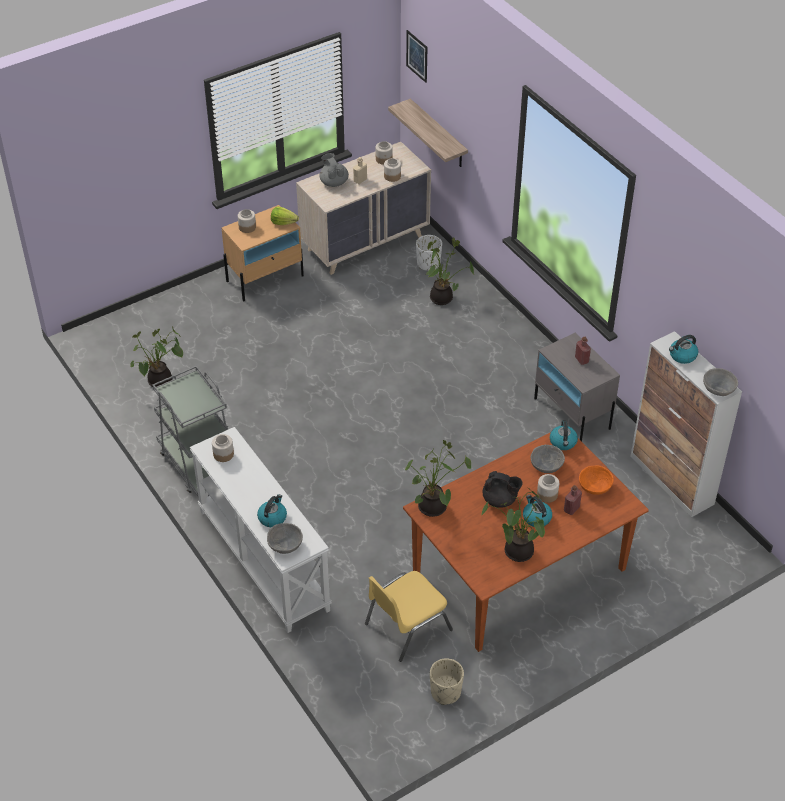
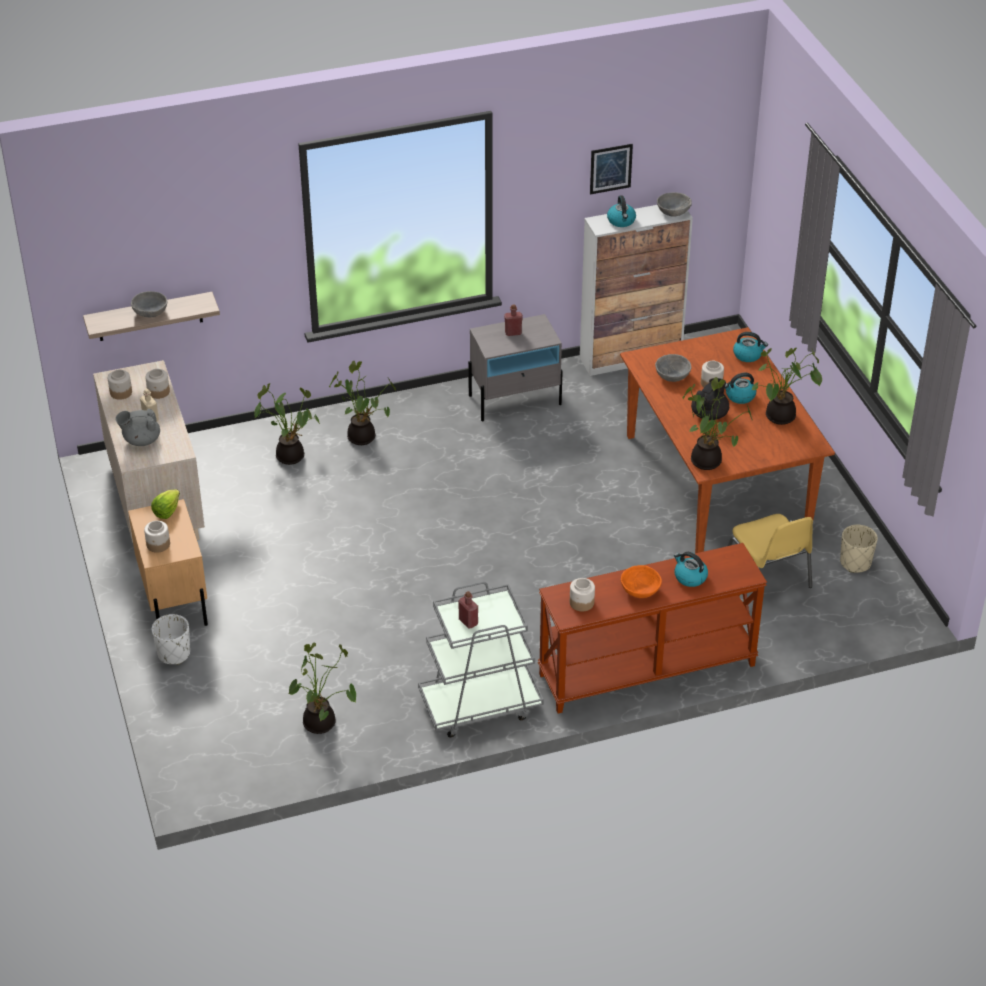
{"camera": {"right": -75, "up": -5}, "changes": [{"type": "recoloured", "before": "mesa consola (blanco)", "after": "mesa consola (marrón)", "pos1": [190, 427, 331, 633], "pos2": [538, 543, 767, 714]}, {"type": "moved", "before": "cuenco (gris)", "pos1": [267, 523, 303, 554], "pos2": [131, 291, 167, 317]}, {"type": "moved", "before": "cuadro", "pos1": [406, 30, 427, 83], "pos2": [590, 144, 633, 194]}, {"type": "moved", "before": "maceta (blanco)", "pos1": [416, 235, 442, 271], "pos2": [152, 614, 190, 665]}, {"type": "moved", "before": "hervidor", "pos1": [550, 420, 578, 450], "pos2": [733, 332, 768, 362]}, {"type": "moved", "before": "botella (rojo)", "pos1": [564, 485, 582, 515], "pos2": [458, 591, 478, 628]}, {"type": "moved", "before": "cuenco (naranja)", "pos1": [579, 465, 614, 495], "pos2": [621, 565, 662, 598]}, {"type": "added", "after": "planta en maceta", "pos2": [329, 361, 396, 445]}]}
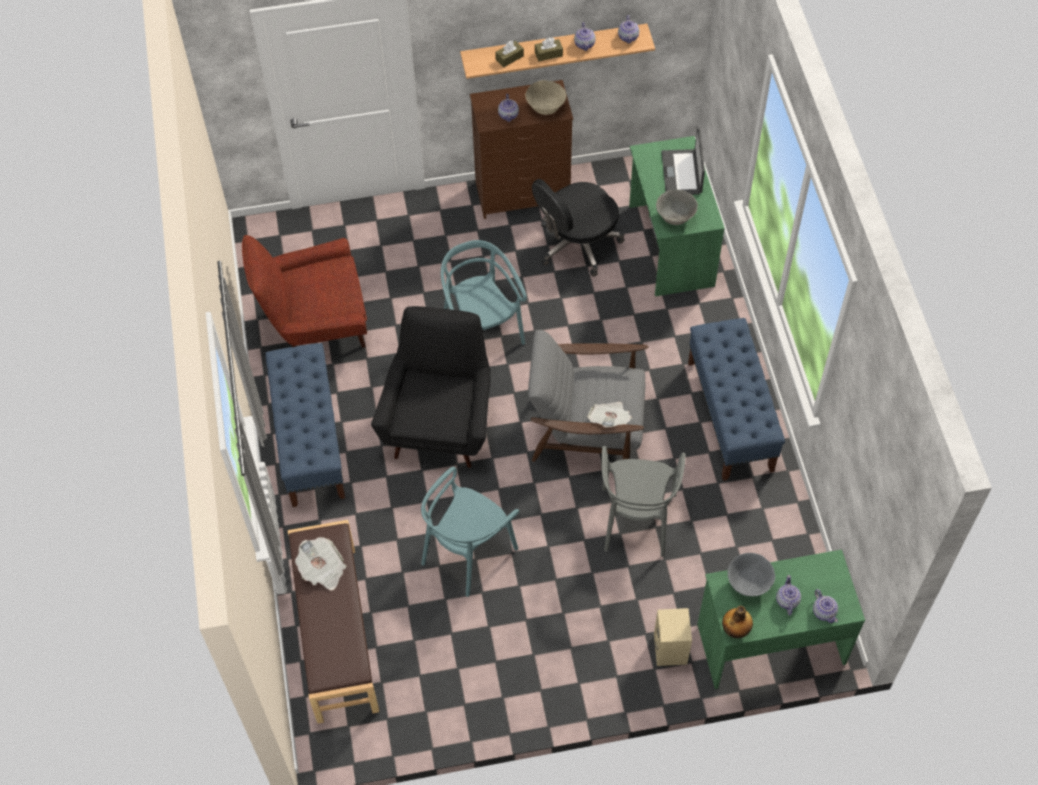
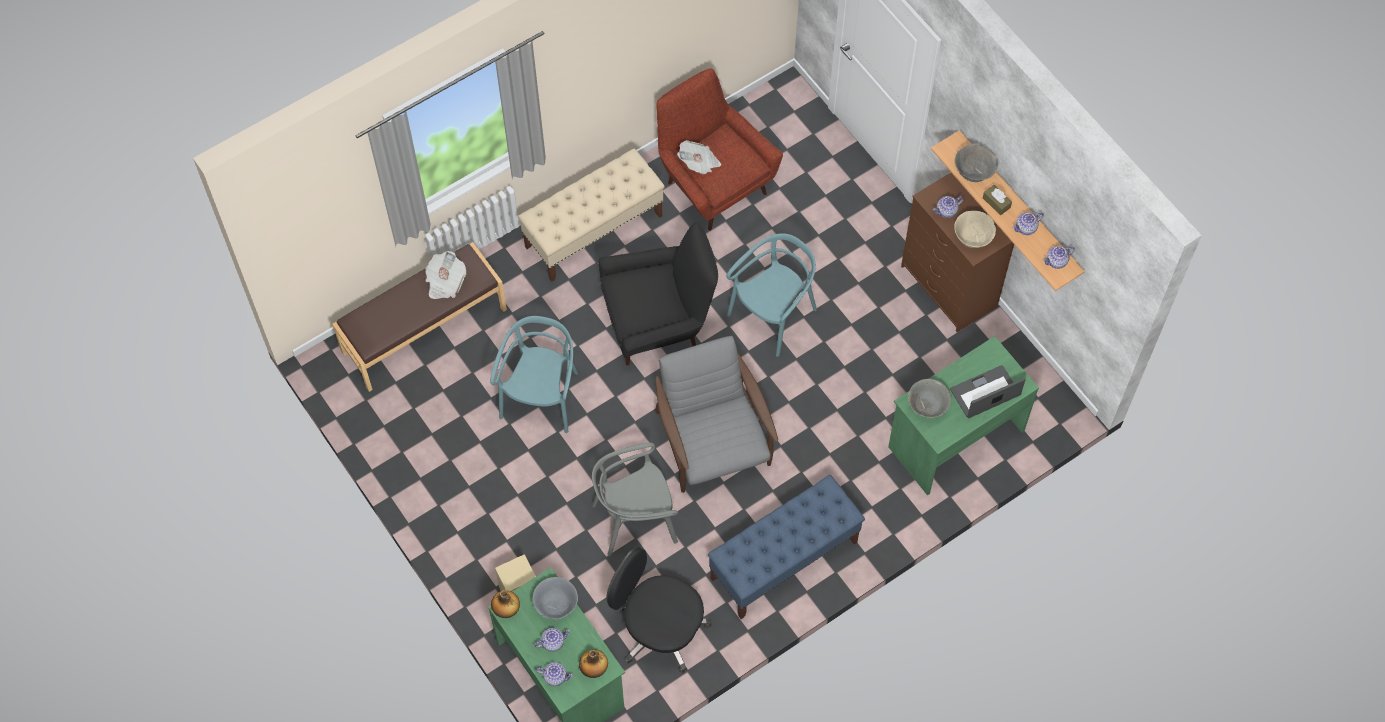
{"camera": {"right": 65, "up": 5}, "changes": [{"type": "recoloured", "before": "banco (azul)", "after": "banco (beis)", "pos1": [266, 343, 345, 507], "pos2": [518, 149, 665, 282]}, {"type": "turned", "before": "silla (turquesa)", "pos1": [421, 467, 519, 597], "pos2": [490, 316, 578, 433], "turn": 90}, {"type": "replaced", "before": "caja de pañuelos (marrón)", "after": "cuenco (gris)", "pos1": [495, 40, 524, 67], "pos2": [955, 144, 998, 182]}, {"type": "moved", "before": "silla de oficina (negro)", "pos1": [532, 179, 624, 277], "pos2": [606, 547, 712, 673]}, {"type": "moved", "before": "periódico", "pos1": [587, 402, 632, 427], "pos2": [677, 140, 721, 175]}, {"type": "turned", "before": "tetera", "pos1": [813, 589, 838, 623], "pos2": [536, 662, 573, 686], "turn": -120}, {"type": "added", "after": "botella", "pos2": [579, 649, 608, 678]}]}
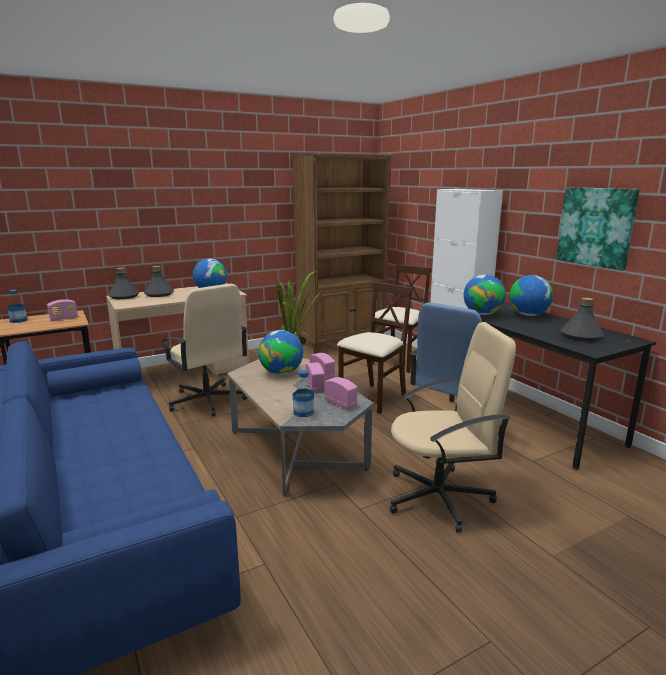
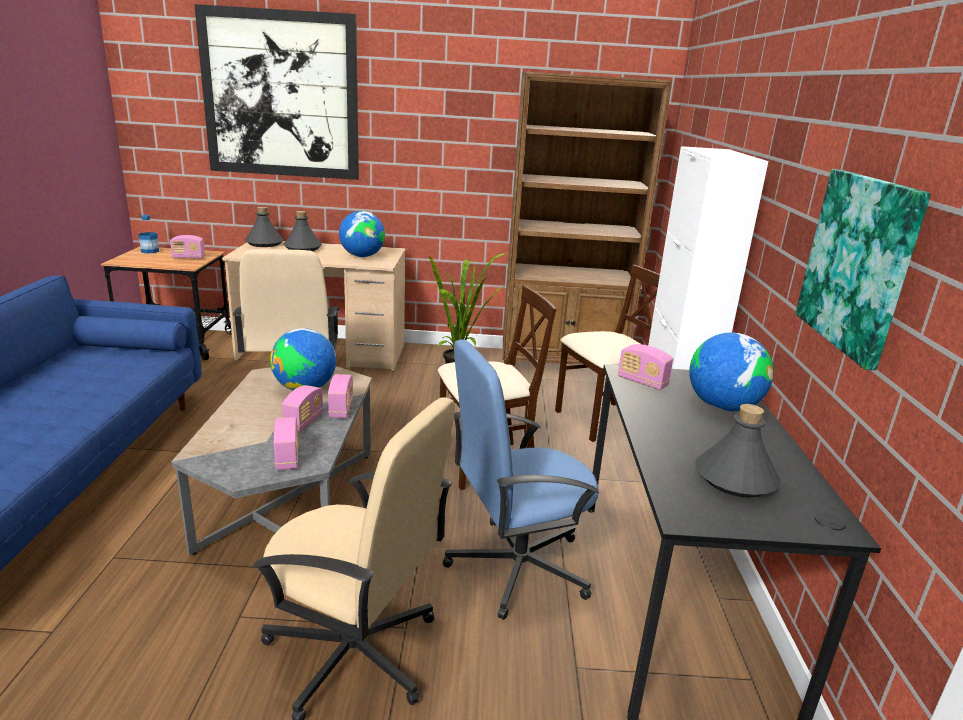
{"camera": {"right": 30, "up": 5}, "changes": [{"type": "removed", "before": "botella", "pos1": [293, 370, 314, 417]}, {"type": "replaced", "before": "globo terráqueo", "after": "radio", "pos1": [463, 275, 506, 315], "pos2": [618, 344, 673, 390]}, {"type": "added", "after": "cuadro", "pos2": [194, 4, 359, 180]}]}
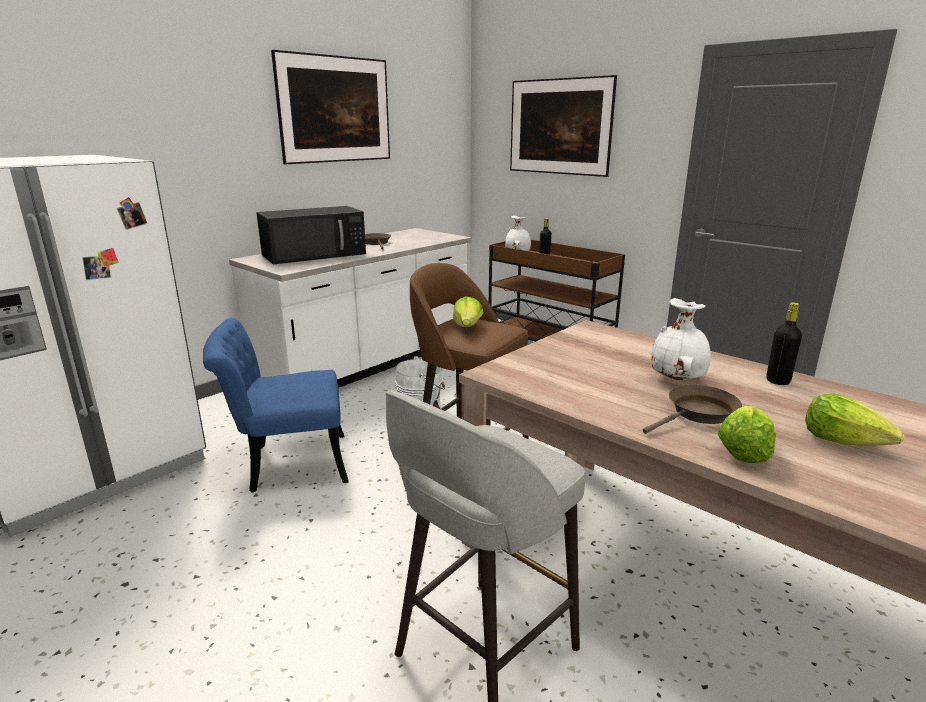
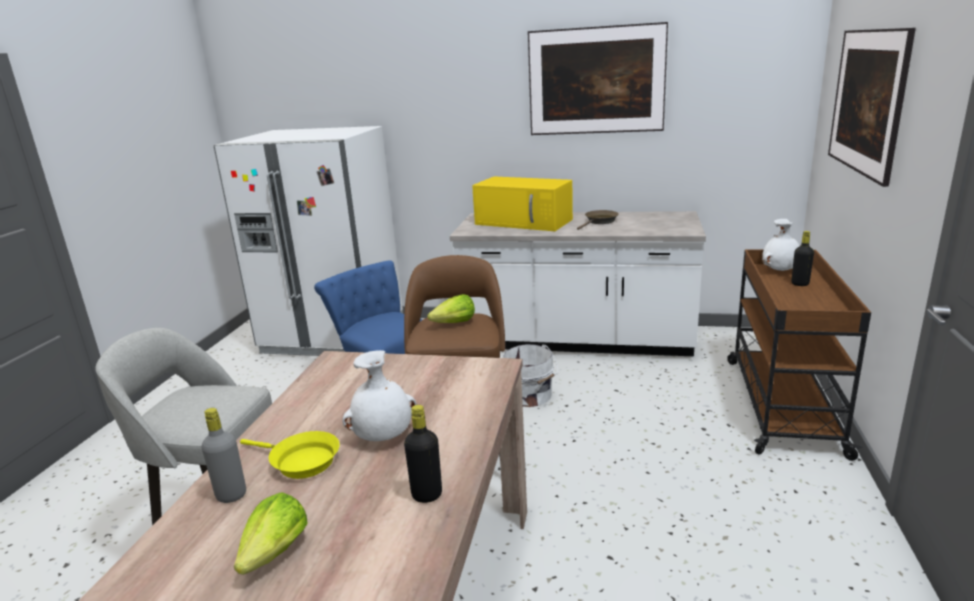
{"camera": {"right": 60, "up": 0}, "changes": [{"type": "recoloured", "before": "microondas (negro)", "after": "microondas (amarillo)", "pos1": [256, 206, 366, 264], "pos2": [472, 176, 573, 231]}, {"type": "recoloured", "before": "sartén (marrón)", "after": "sartén (amarillo)", "pos1": [643, 385, 742, 434], "pos2": [240, 431, 340, 479]}, {"type": "replaced", "before": "lechuga", "after": "botella (gris)", "pos1": [718, 406, 776, 463], "pos2": [202, 408, 246, 503]}]}
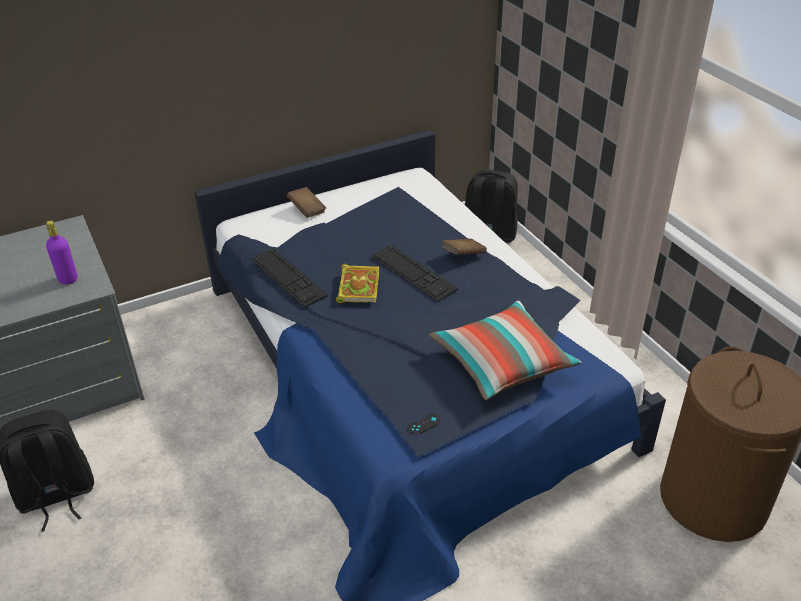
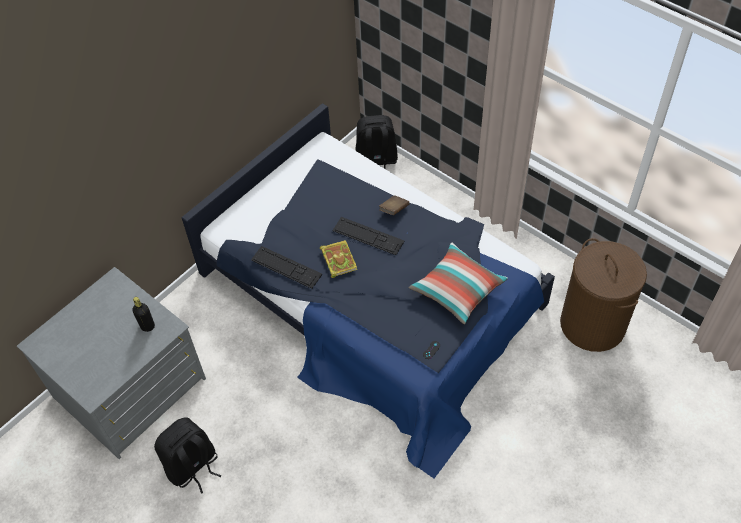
{"camera": {"right": -20, "up": 15}, "changes": [{"type": "recoloured", "before": "botella (morado)", "after": "botella (negro)", "pos1": [46, 221, 78, 285], "pos2": [133, 297, 155, 332]}, {"type": "removed", "before": "libro (marrón)", "pos1": [287, 187, 326, 218]}]}
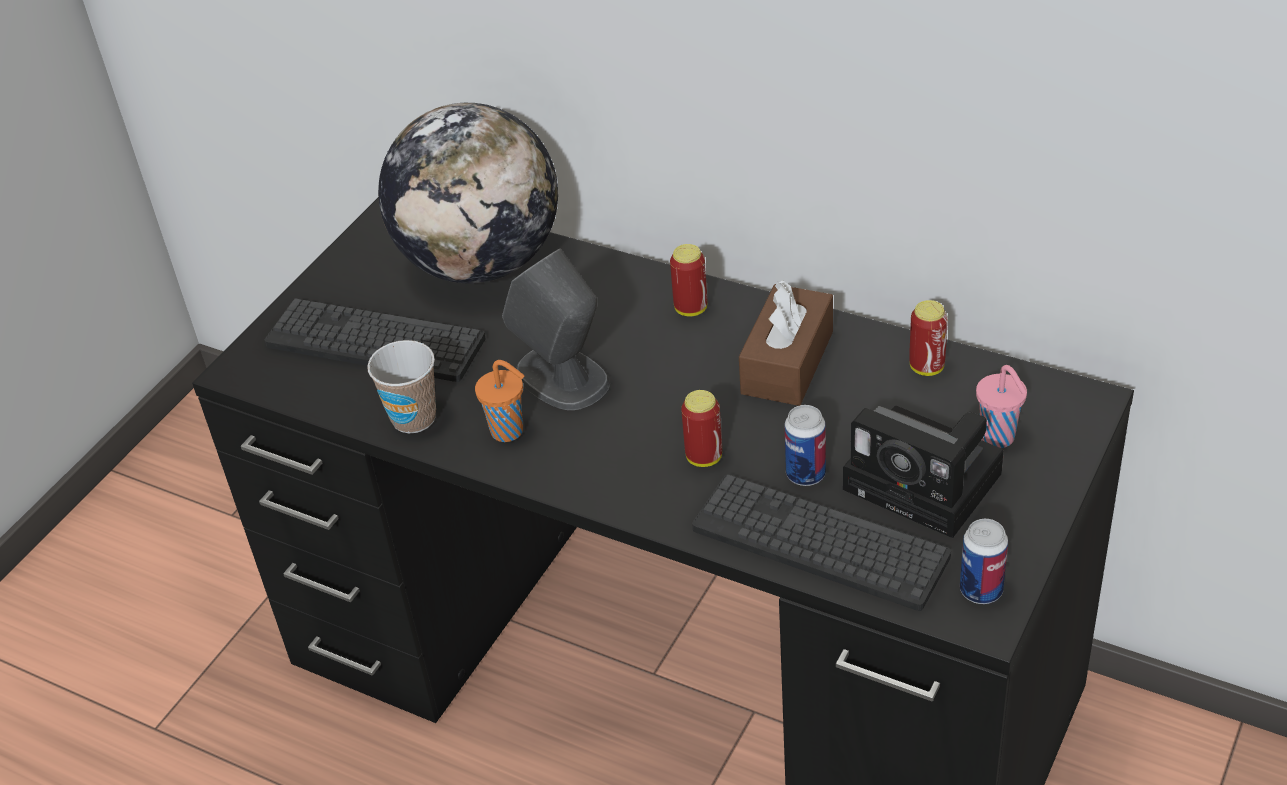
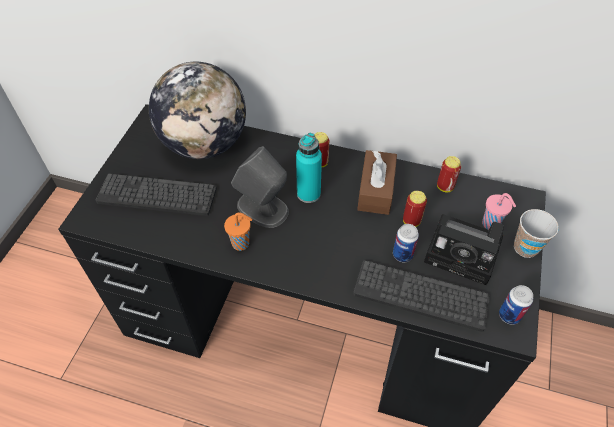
{"camera": {"right": -15, "up": 10}, "changes": [{"type": "moved", "before": "taza", "pos1": [367, 340, 436, 433], "pos2": [514, 209, 559, 258]}, {"type": "moved", "before": "lata", "pos1": [681, 390, 722, 467], "pos2": [403, 191, 427, 227]}, {"type": "added", "after": "botella (turquesa)", "pos2": [296, 133, 322, 203]}]}
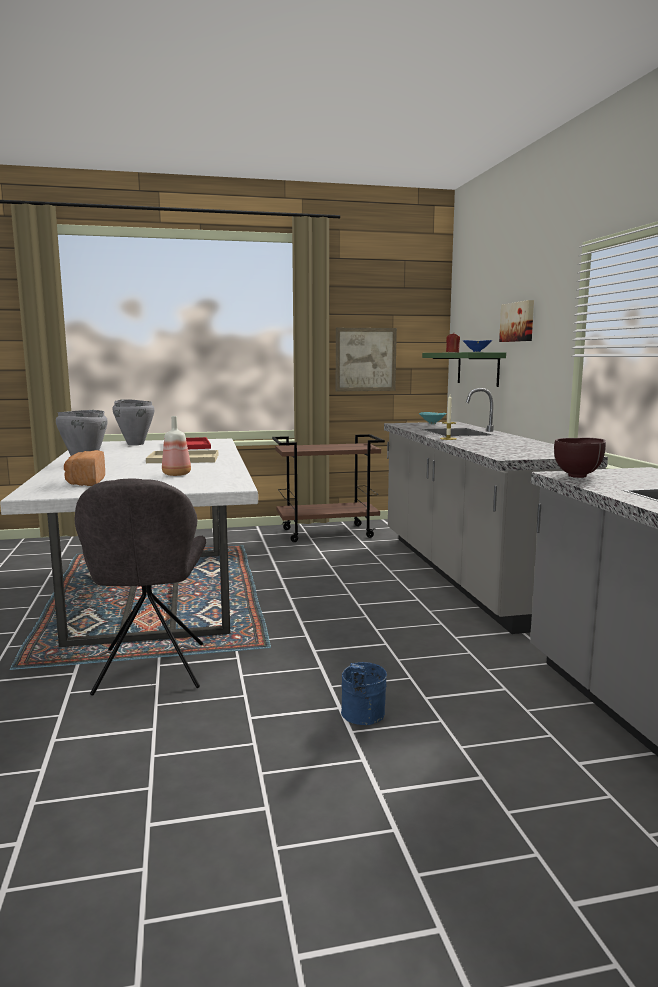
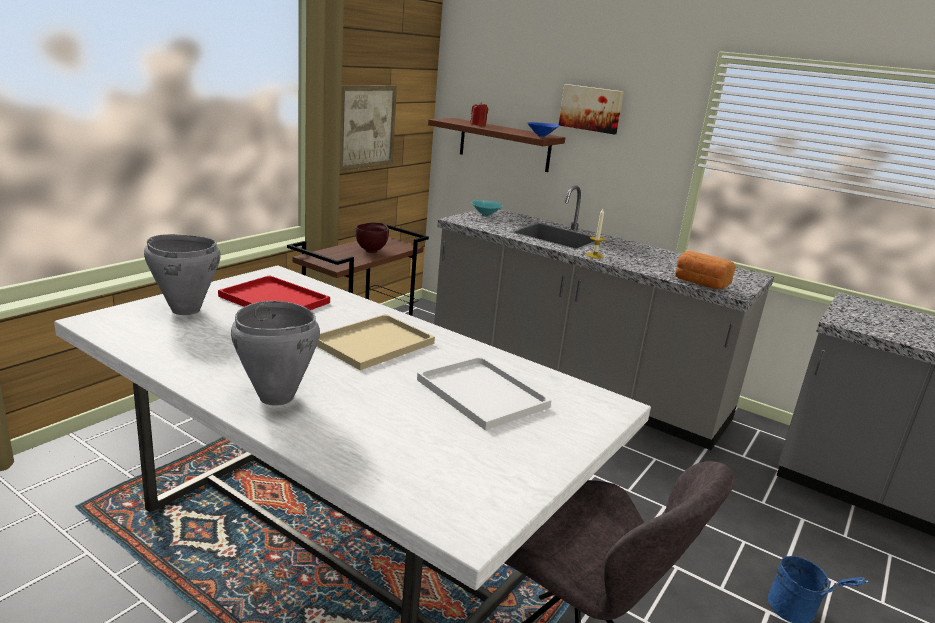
{"camera": {"right": -45, "up": 10}, "changes": [{"type": "moved", "before": "pan", "pos1": [64, 450, 105, 486], "pos2": [675, 251, 736, 289]}, {"type": "replaced", "before": "botella", "after": "bandeja (blanco)", "pos1": [162, 416, 191, 476], "pos2": [417, 356, 552, 430]}, {"type": "recoloured", "before": "estante (verde)", "after": "estante (marrón)", "pos1": [422, 352, 506, 387], "pos2": [428, 118, 565, 172]}, {"type": "moved", "before": "cuenco (marrón)", "pos1": [554, 438, 606, 478], "pos2": [356, 222, 389, 253]}]}
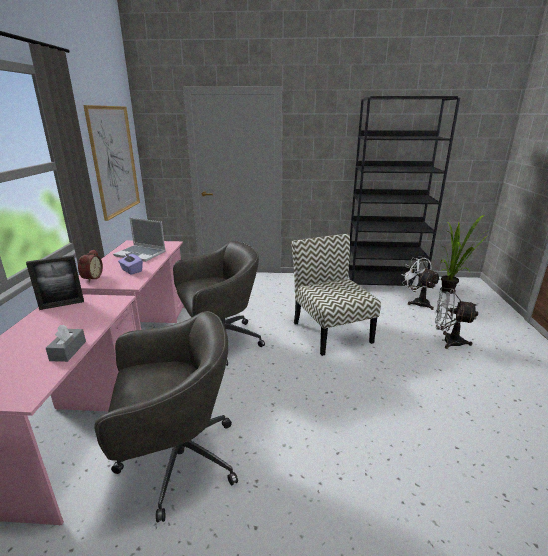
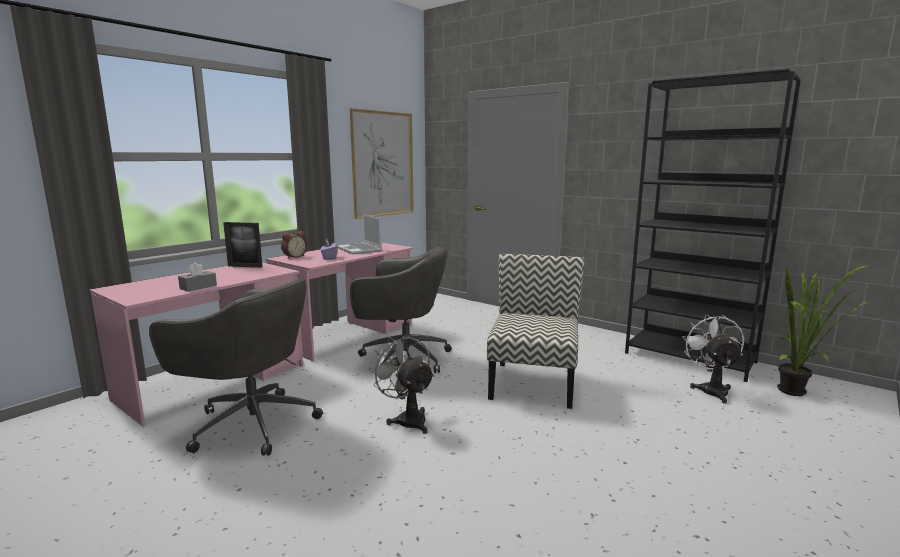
{"camera": {"right": 35, "up": -10}, "changes": [{"type": "moved", "before": "ventilador (gris)", "pos1": [435, 288, 478, 349], "pos2": [369, 334, 434, 434]}]}
